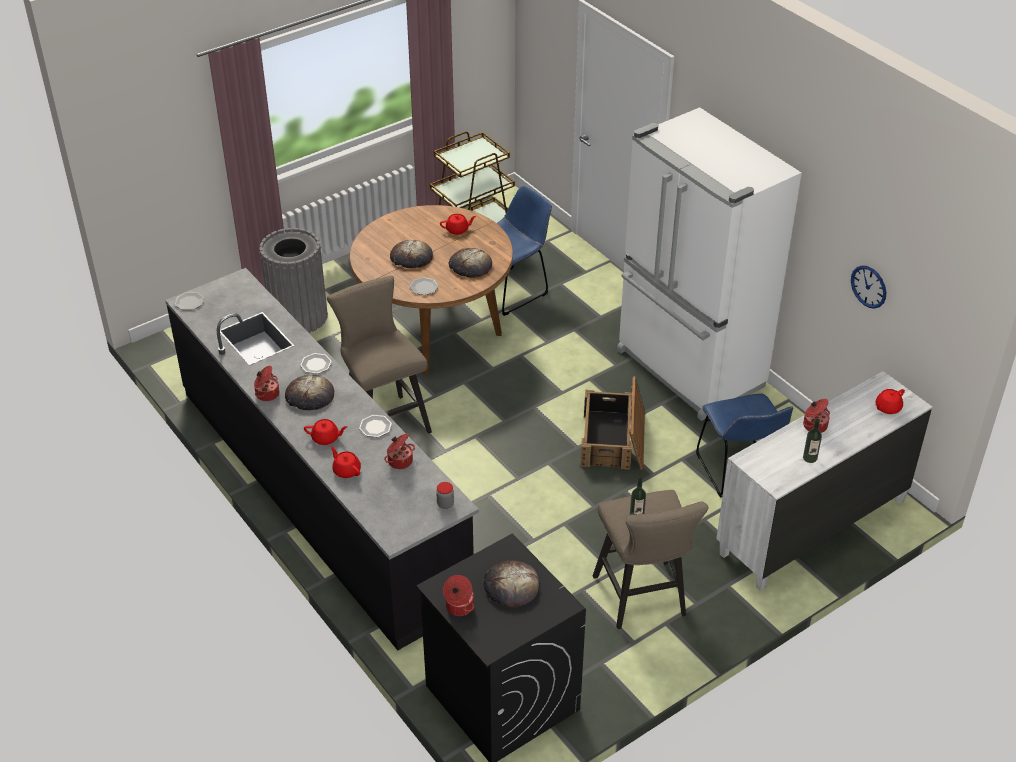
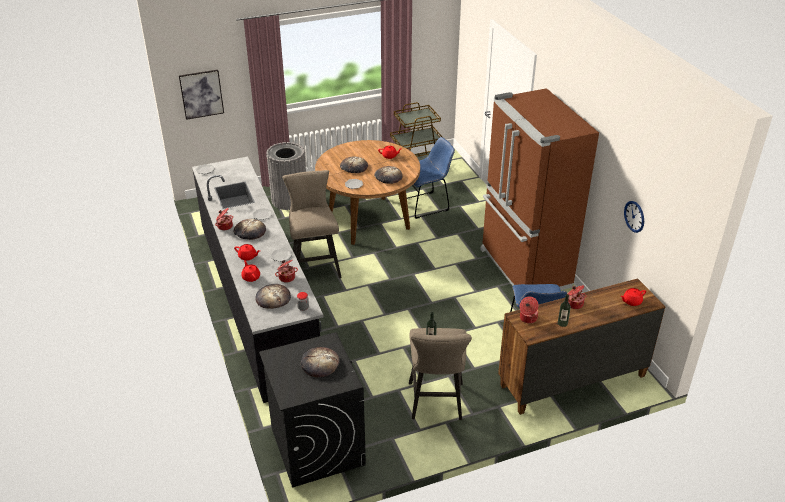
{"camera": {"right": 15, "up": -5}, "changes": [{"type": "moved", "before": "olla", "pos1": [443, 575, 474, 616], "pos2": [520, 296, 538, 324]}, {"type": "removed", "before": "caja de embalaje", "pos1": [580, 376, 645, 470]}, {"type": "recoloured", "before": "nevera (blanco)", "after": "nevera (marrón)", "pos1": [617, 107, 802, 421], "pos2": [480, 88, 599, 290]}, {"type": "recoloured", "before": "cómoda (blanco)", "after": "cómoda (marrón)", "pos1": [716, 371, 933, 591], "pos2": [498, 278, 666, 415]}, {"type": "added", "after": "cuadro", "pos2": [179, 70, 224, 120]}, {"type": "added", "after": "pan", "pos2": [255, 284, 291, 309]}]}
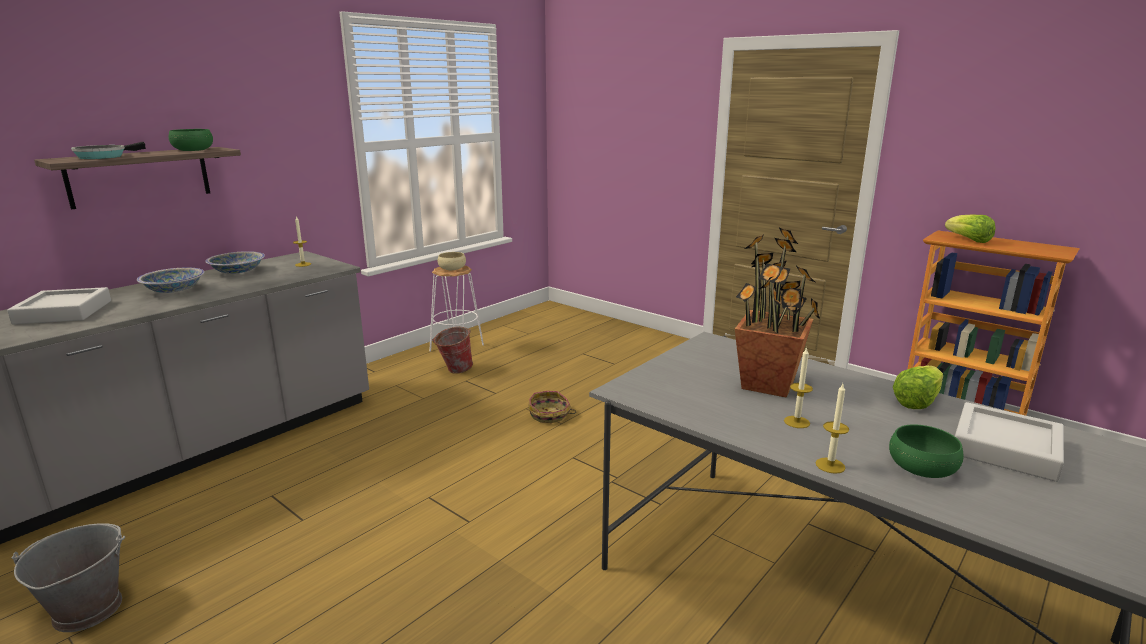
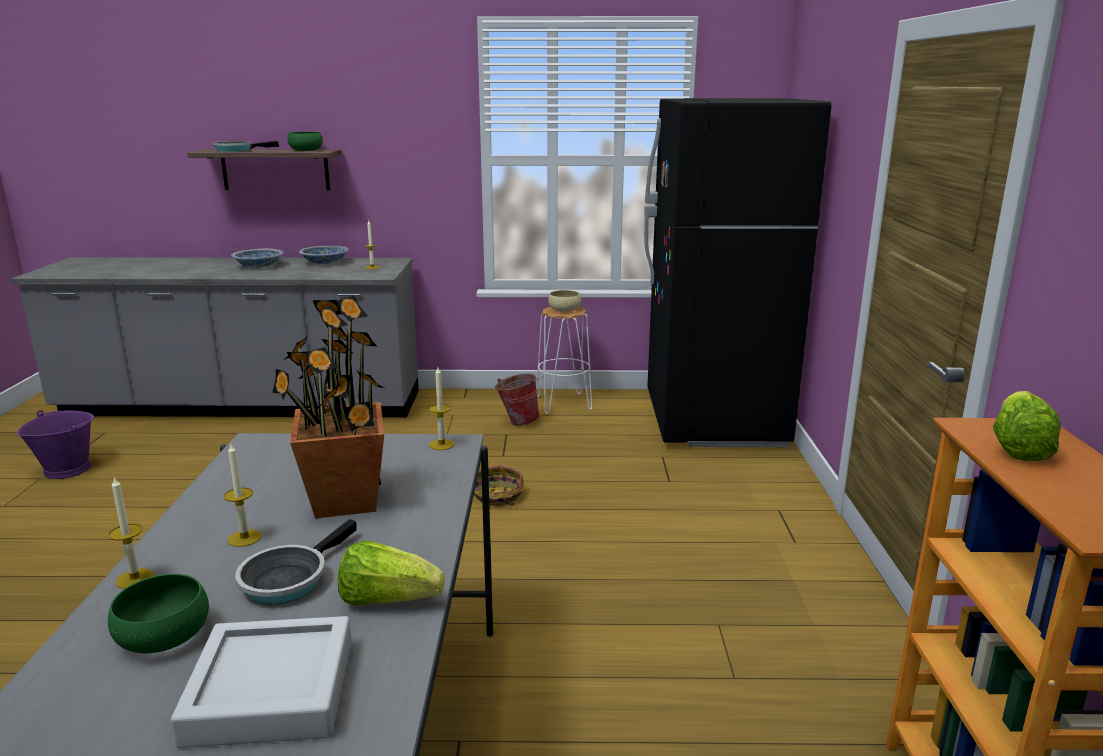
{"camera": {"right": 50, "up": 0}, "changes": [{"type": "removed", "before": "bandeja (gris)", "pos1": [7, 287, 111, 324]}, {"type": "recoloured", "before": "cubo (gris)", "after": "cubo (morado)", "pos1": [12, 523, 125, 632], "pos2": [17, 410, 94, 479]}, {"type": "added", "after": "sartén", "pos2": [235, 519, 356, 604]}, {"type": "added", "after": "vela", "pos2": [429, 367, 455, 450]}, {"type": "added", "after": "nevera (negro)", "pos2": [644, 98, 831, 447]}]}
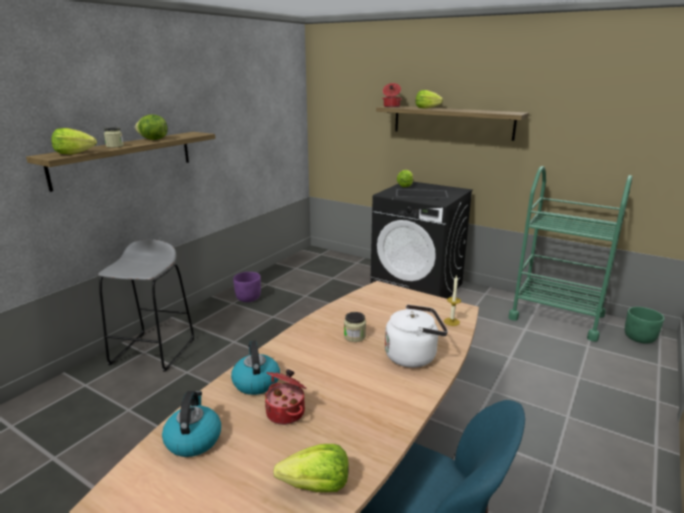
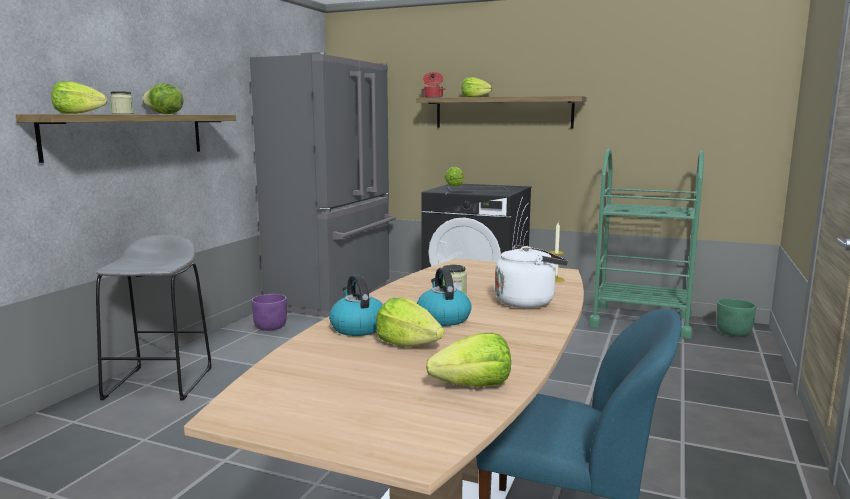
{"camera": {"right": -10, "up": -10}, "changes": [{"type": "moved", "before": "hervidor", "pos1": [162, 391, 221, 457], "pos2": [417, 268, 472, 326]}, {"type": "replaced", "before": "olla", "after": "lechuga", "pos1": [265, 369, 307, 425], "pos2": [376, 297, 444, 347]}, {"type": "added", "after": "nevera (gris)", "pos2": [250, 52, 396, 317]}]}
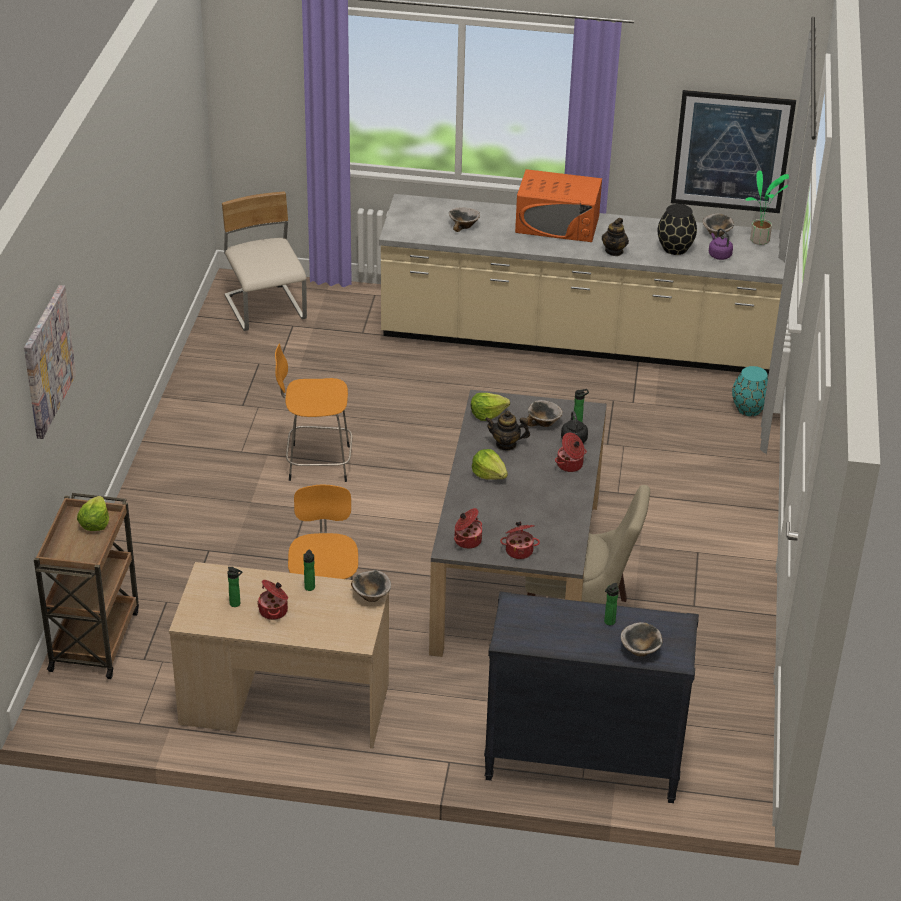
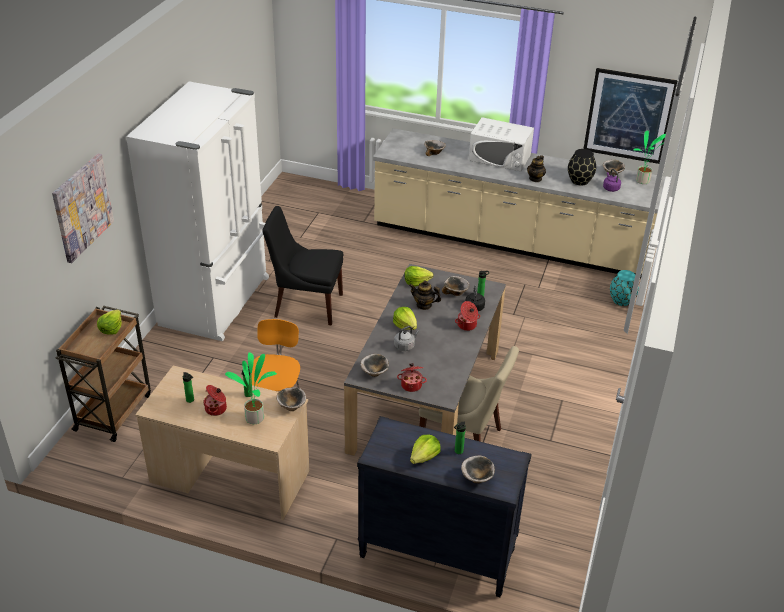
{"camera": {"right": 10, "up": 0}, "changes": [{"type": "removed", "before": "silla (beis)", "pos1": [222, 191, 307, 331]}, {"type": "replaced", "before": "taburete (naranja)", "after": "silla (negro)", "pos1": [275, 343, 352, 482], "pos2": [263, 206, 343, 325]}, {"type": "replaced", "before": "olla", "after": "cuenco", "pos1": [454, 508, 482, 549], "pos2": [360, 354, 389, 377]}, {"type": "recoloured", "before": "microondas (naranja)", "after": "microondas (blanco)", "pos1": [515, 169, 602, 242], "pos2": [469, 117, 534, 171]}, {"type": "added", "after": "nevera (blanco)", "pos2": [126, 81, 269, 341]}, {"type": "added", "after": "planta en maceta", "pos2": [225, 352, 277, 424]}, {"type": "added", "after": "hervidor (gris)", "pos2": [394, 326, 419, 351]}, {"type": "added", "after": "lechuga", "pos2": [410, 435, 441, 464]}]}
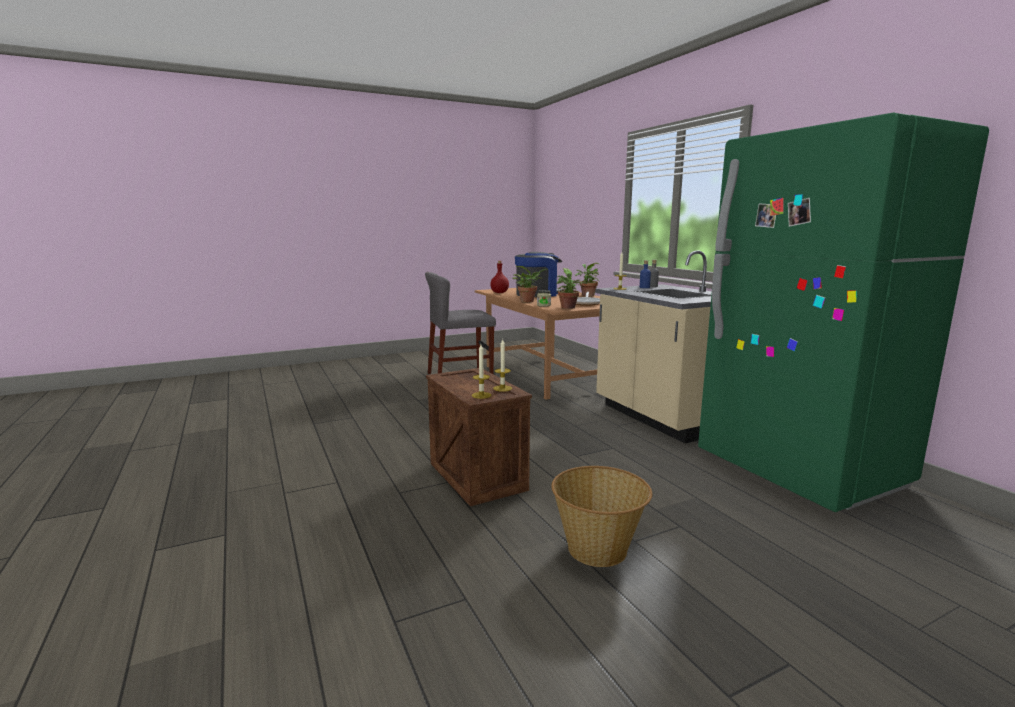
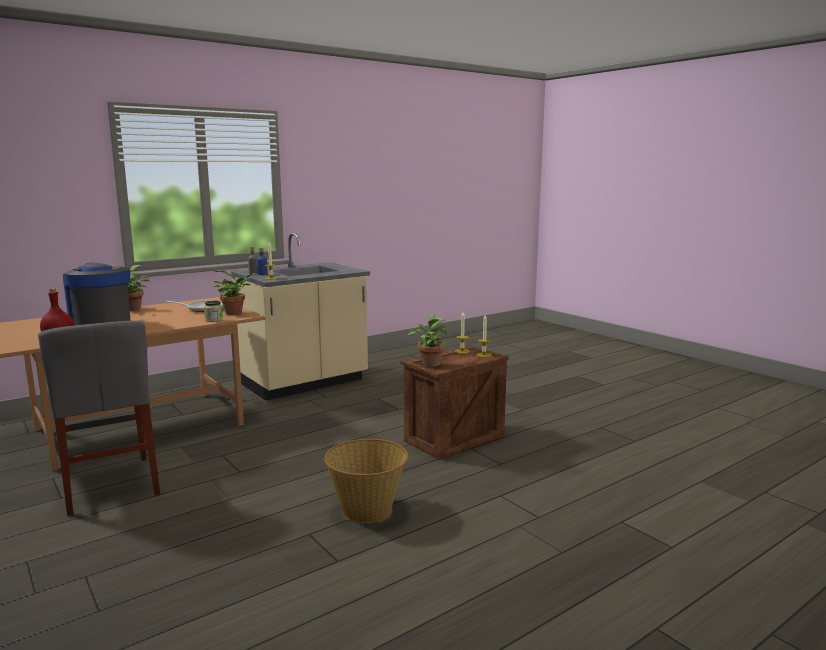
{"camera": {"right": -100, "up": 0}, "changes": [{"type": "moved", "before": "planta en maceta", "pos1": [512, 266, 547, 302], "pos2": [408, 314, 447, 367]}, {"type": "moved", "before": "cesta", "pos1": [551, 466, 652, 567], "pos2": [324, 439, 409, 523]}, {"type": "removed", "before": "nevera (verde)", "pos1": [698, 112, 989, 512]}]}
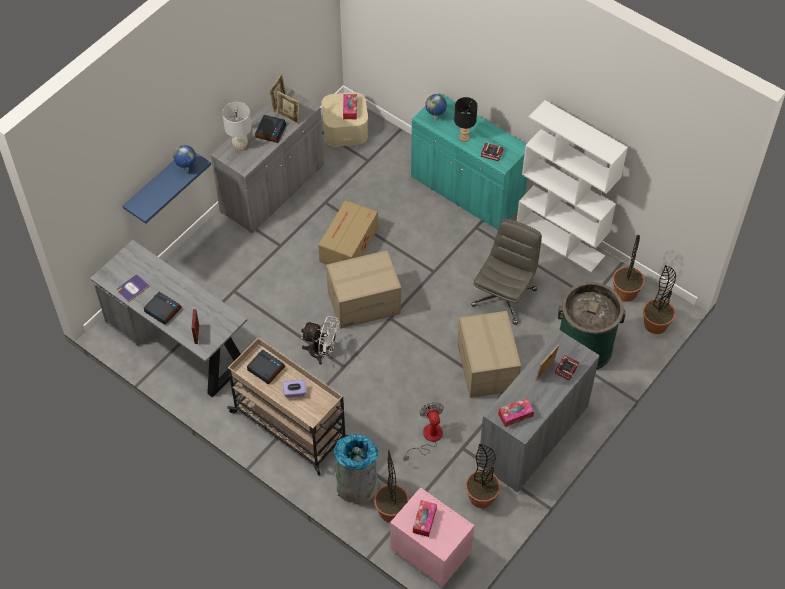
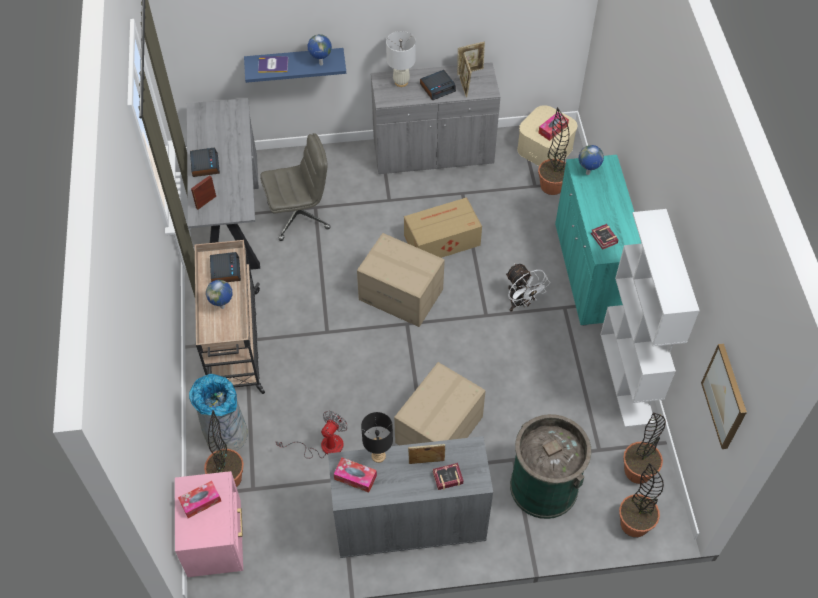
{"camera": {"right": 45, "up": 0}, "changes": [{"type": "moved", "before": "libro", "pos1": [117, 274, 150, 302], "pos2": [258, 56, 288, 73]}, {"type": "replaced", "before": "caja de pañuelos (morado)", "after": "globo terráqueo", "pos1": [283, 380, 306, 398], "pos2": [206, 280, 232, 309]}, {"type": "moved", "before": "ventilador (blanco)", "pos1": [301, 316, 339, 365], "pos2": [506, 263, 550, 312]}, {"type": "moved", "before": "lámpara de mesa (negro)", "pos1": [454, 97, 478, 142], "pos2": [361, 412, 393, 463]}, {"type": "moved", "before": "planta en maceta", "pos1": [466, 444, 500, 508], "pos2": [538, 107, 569, 195]}, {"type": "moved", "before": "silla de oficina (gris)", "pos1": [471, 219, 542, 325], "pos2": [260, 133, 331, 241]}, {"type": "added", "after": "cuadro", "pos2": [701, 343, 747, 449]}]}
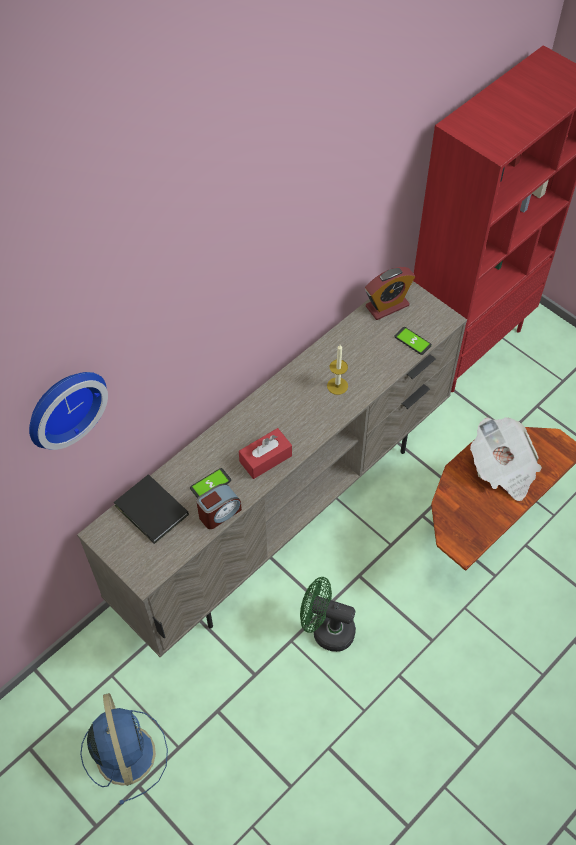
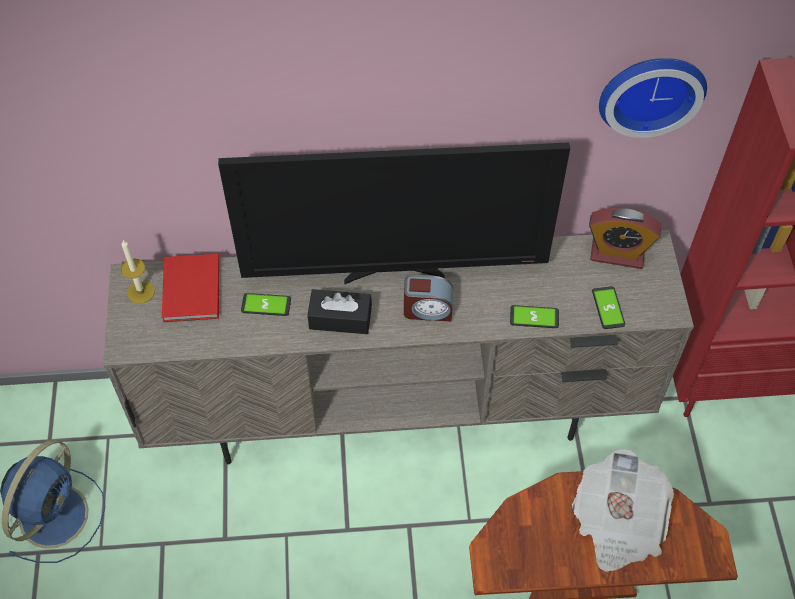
{"camera": {"right": 40, "up": 0}, "changes": [{"type": "moved", "before": "reloj de pared", "pos1": [29, 372, 108, 450], "pos2": [599, 58, 707, 138]}, {"type": "recoloured", "before": "libro (negro)", "after": "libro (rojo)", "pos1": [114, 474, 189, 544], "pos2": [162, 254, 220, 322]}, {"type": "moved", "before": "despertador", "pos1": [196, 484, 242, 529], "pos2": [404, 275, 453, 321]}, {"type": "recoloured", "before": "caja de pañuelos (rojo)", "after": "caja de pañuelos (negro)", "pos1": [239, 428, 292, 479], "pos2": [307, 289, 372, 334]}, {"type": "removed", "before": "ventilador (verde)", "pos1": [300, 577, 356, 652]}, {"type": "moved", "before": "vela", "pos1": [327, 345, 348, 395], "pos2": [121, 240, 155, 304]}, {"type": "added", "after": "televisor", "pos2": [218, 142, 570, 285]}, {"type": "added", "after": "móvil", "pos2": [510, 305, 559, 328]}]}
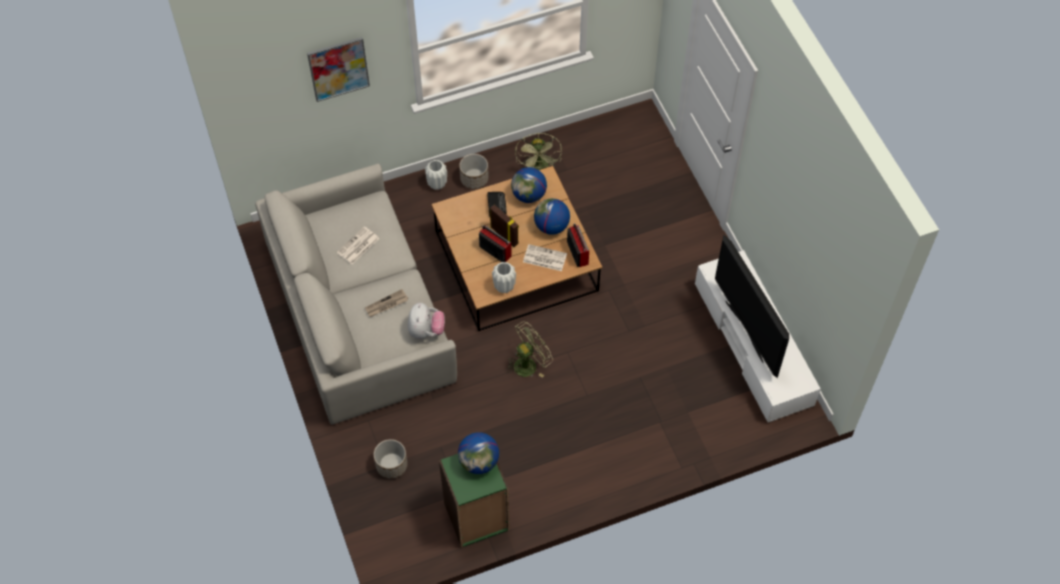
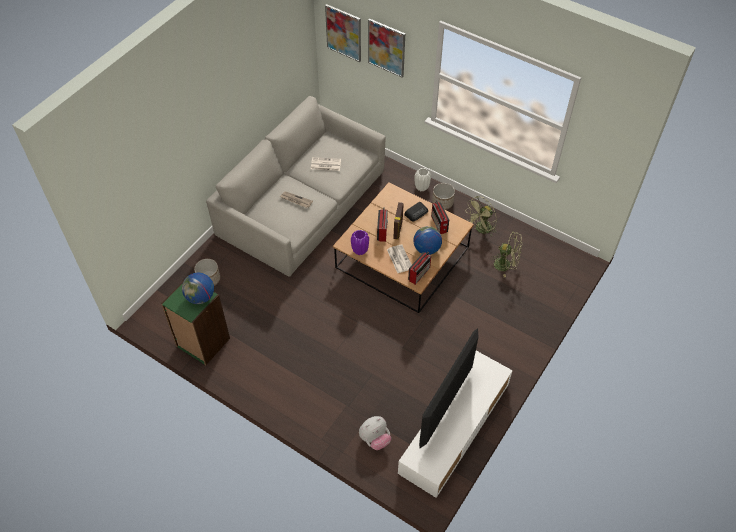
{"camera": {"right": 55, "up": -5}, "changes": [{"type": "moved", "before": "peluche", "pos1": [408, 303, 445, 339], "pos2": [359, 416, 391, 450]}, {"type": "recoloured", "before": "florero (blanco)", "after": "florero (morado)", "pos1": [492, 262, 516, 293], "pos2": [351, 230, 369, 255]}, {"type": "moved", "before": "ventilador (verde)", "pos1": [506, 321, 553, 377], "pos2": [490, 231, 522, 277]}, {"type": "replaced", "before": "globo terráqueo", "after": "radio", "pos1": [511, 167, 547, 203], "pos2": [431, 200, 449, 234]}, {"type": "added", "after": "cuadro", "pos2": [325, 4, 361, 62]}]}
